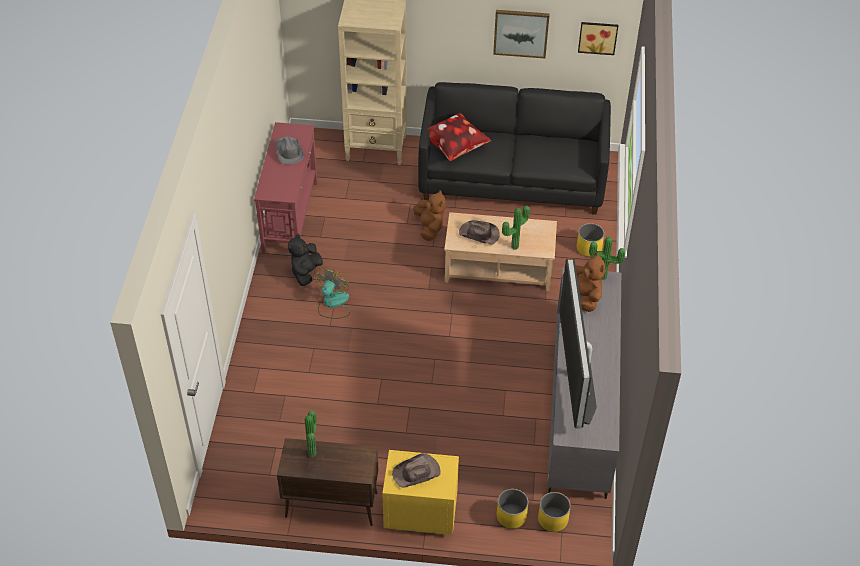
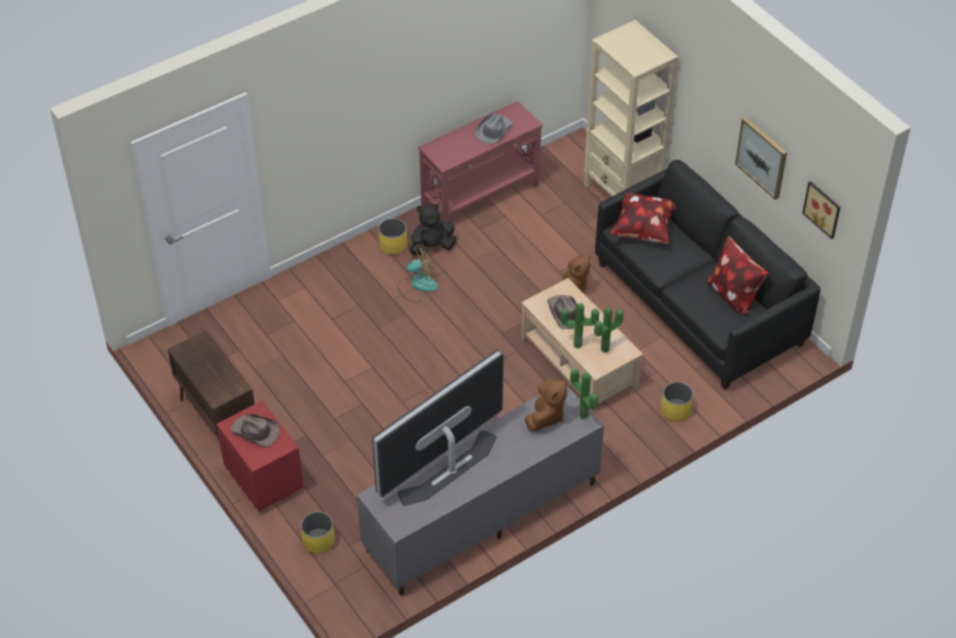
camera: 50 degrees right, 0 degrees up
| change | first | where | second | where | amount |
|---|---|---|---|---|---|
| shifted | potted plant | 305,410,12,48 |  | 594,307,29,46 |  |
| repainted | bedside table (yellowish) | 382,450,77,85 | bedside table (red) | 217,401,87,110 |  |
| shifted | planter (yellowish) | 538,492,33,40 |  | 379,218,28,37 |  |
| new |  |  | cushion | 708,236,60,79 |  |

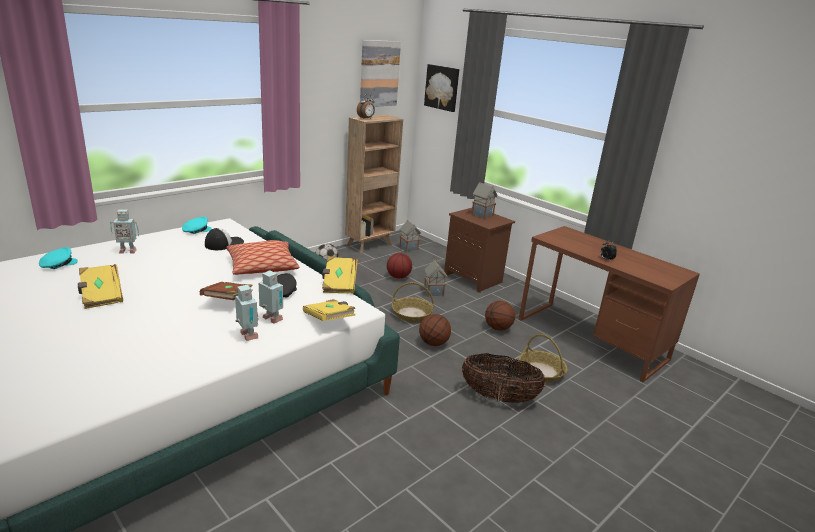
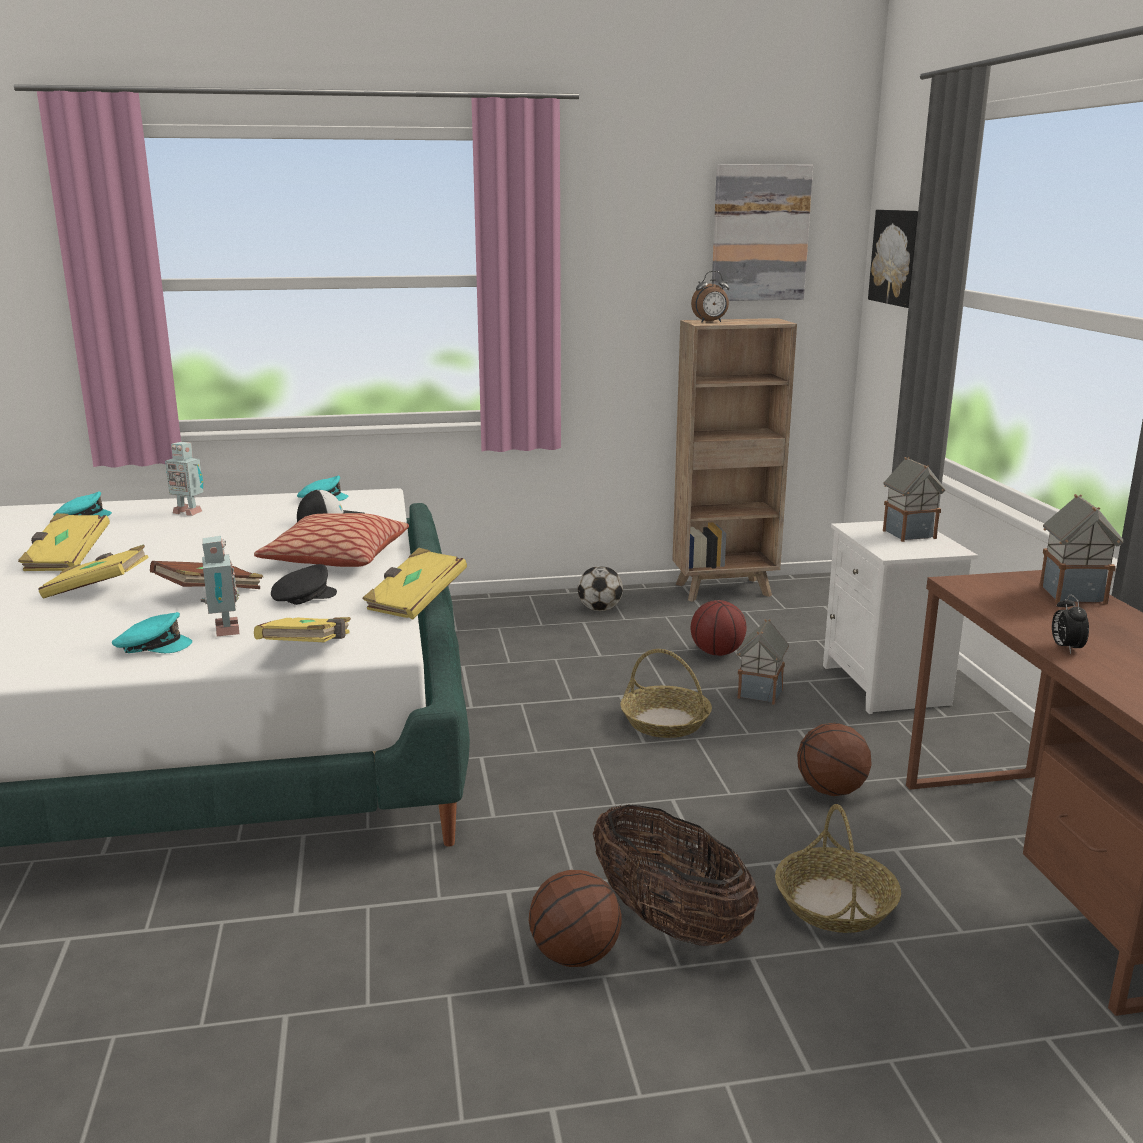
camera: 35 degrees right, 5 degrees down
| change | first | where | second | where | amount |
|---|---|---|---|---|---|
| repainted | bedside table (brown-coloured) | 444,208,71,85 | bedside table (whitish) | 823,521,155,193 |  |
| shifted | model house | 399,220,22,32 |  | 1039,494,84,110 |  |
| swapped | model robot | 235,284,24,57 | peaked cap (blue-green) | 112,612,80,41 |  |
| shifted | ball for basketball | 419,314,32,32 |  | 529,870,93,97 |  |
| new |  |  | volume (yellowish) | 38,545,111,54 |  |

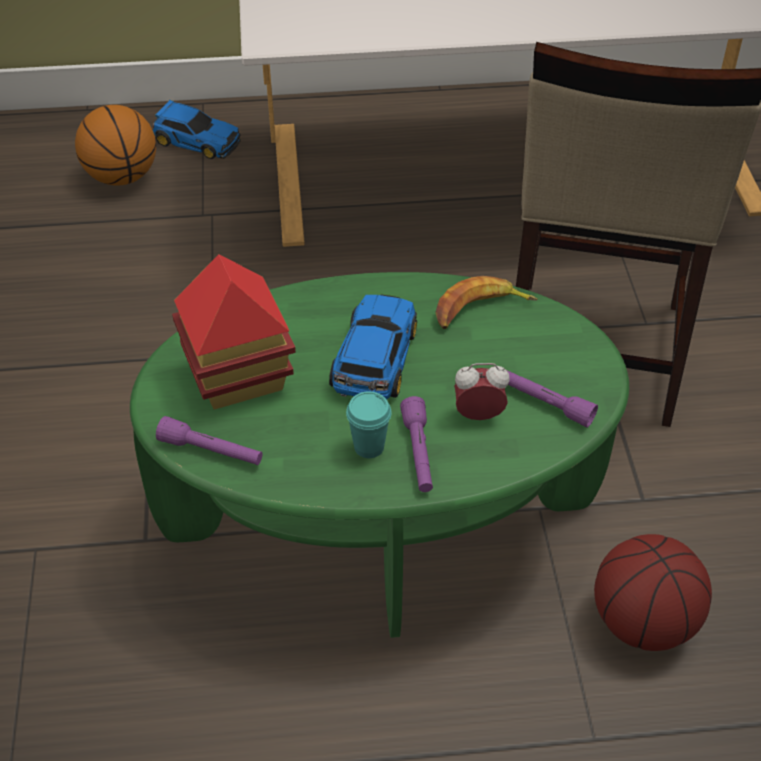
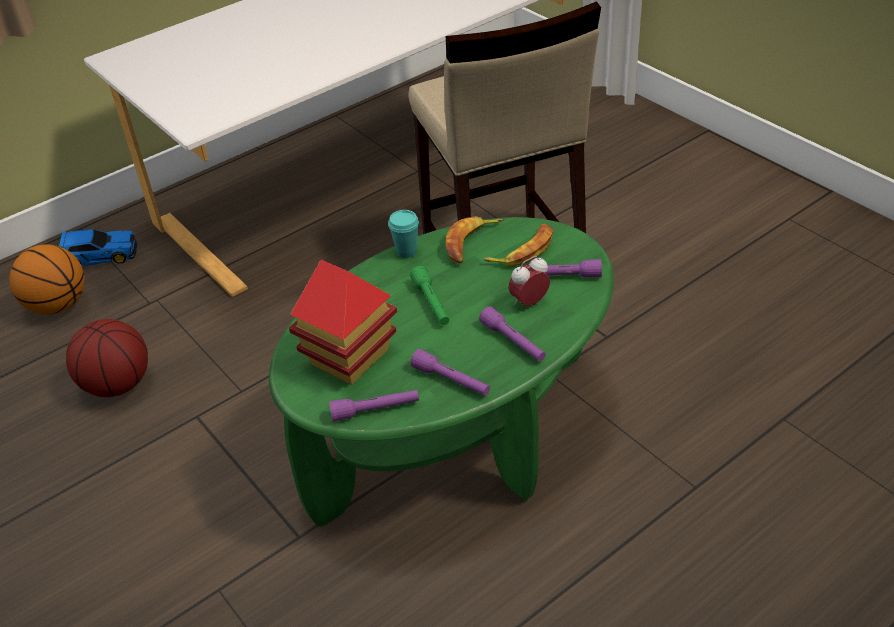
camera: 30 degrees left, 5 degrees down
| change | first | where | second | where | amount |
|---|---|---|---|---|---|
| swapped | toy car | 329,294,88,105 | hand torch (greenish) | 410,266,39,59 |  |
| shifted | drinking cup (blue-green) | 346,391,46,67 |  | 388,210,31,48 |  |
| shifted | ball for basketball | 594,534,118,117 |  | 66,319,82,78 |  |
| new |  |  | banana fruit | 483,224,70,42 |  |
| new |  |  | hand torch (purple-coloured) | 411,349,79,47 |  |

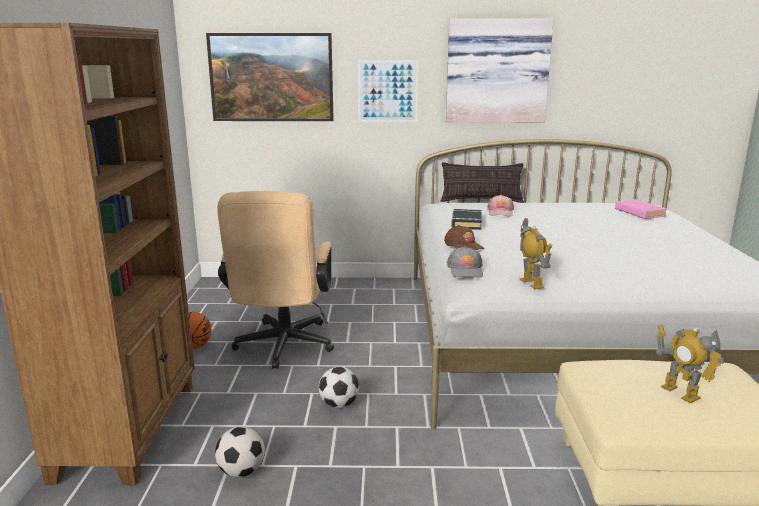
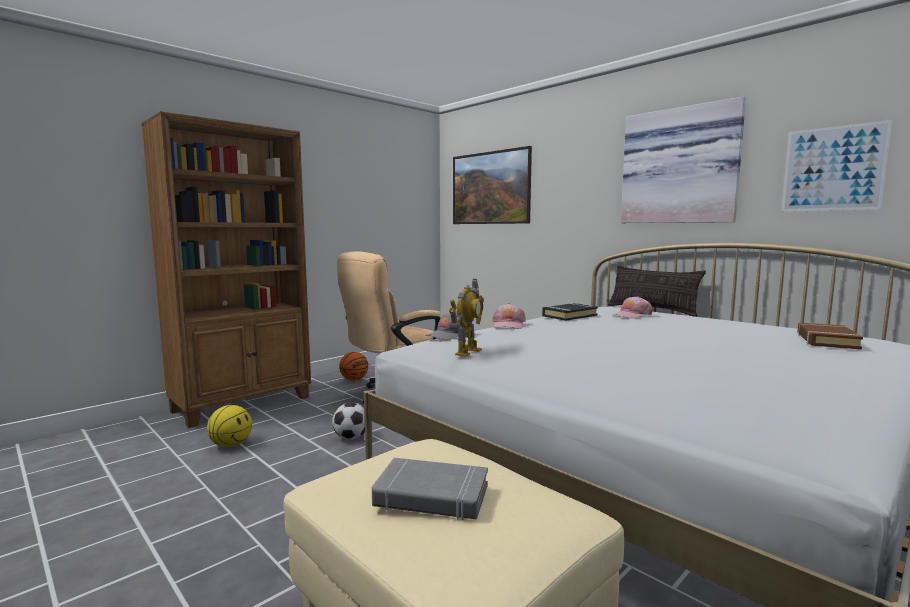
camera: 45 degrees right, 10 degrees down
| change | first | where | second | where | amount |
|---|---|---|---|---|---|
| shifted | picture | 358,60,60,62 |  | 781,120,112,92 |  |
| repainted | volume (pink-coloured) | 615,199,52,20 | volume (brown-coloured) | 797,323,66,27 |  |
| repainted | peaked cap (brown-coloured) | 444,225,40,25 | peaked cap (pink-coloured) | 492,303,34,26 |  |
| swapped | model robot | 656,325,68,78 | volume (greyish) | 372,458,116,62 |  |
| swapped | ball for football | 215,426,50,51 | ball for basketball | 207,405,45,42 |  |

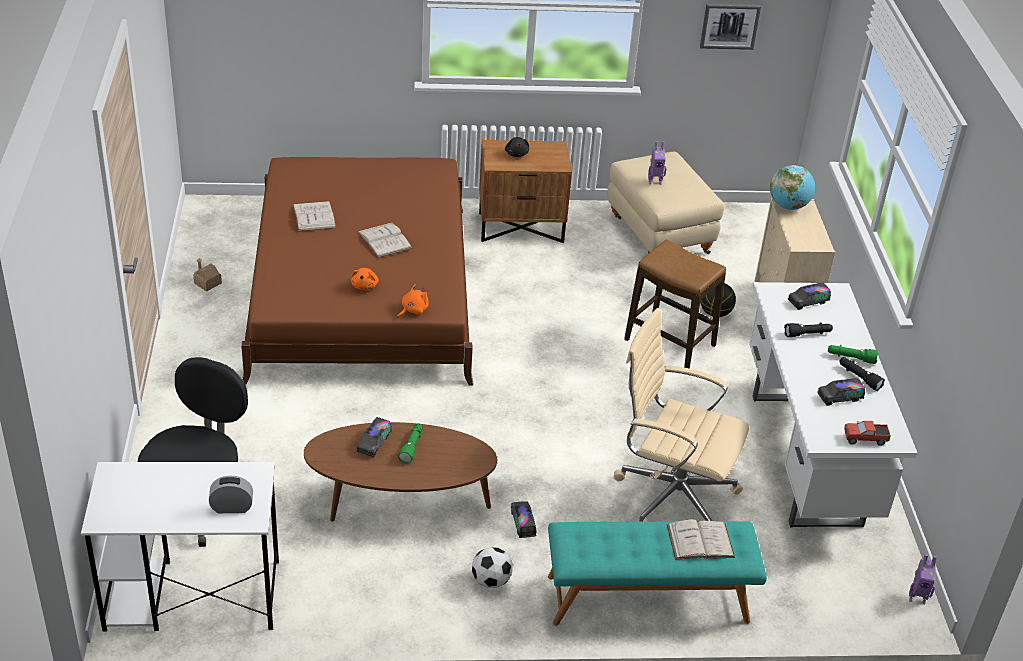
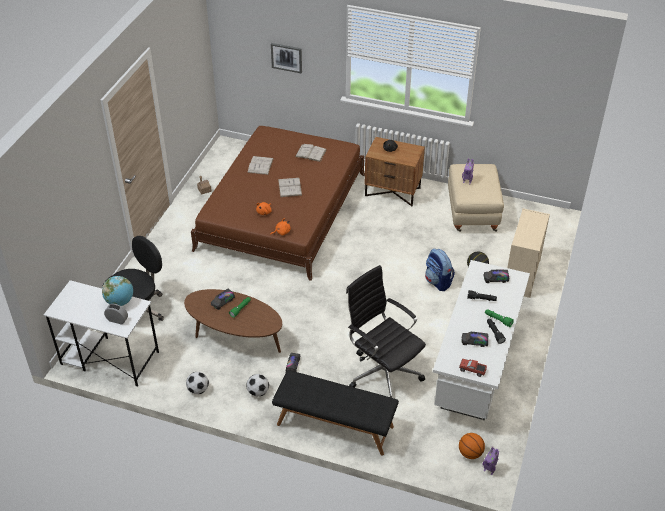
camera: 25 degrees right, 5 degrees up
| change | first | where | second | where | amount |
|---|---|---|---|---|---|
| shifted | picture | 700,4,61,46 |  | 271,43,31,30 |  |
| shifted | globe | 770,165,45,45 |  | 102,276,31,30 |  |
| swapped | stool | 624,240,102,129 | backpack | 425,248,30,43 |  |
| repainted | desk chair (sand-coloured) | 614,308,135,214 | desk chair (blackish) | 346,265,80,133 |  |
| shifted | volume (whitish) | 667,519,68,41 |  | 295,144,32,18 |  |
| repainted | long seat (blue-green) | 548,521,219,105 | long seat (blackish) | 272,370,127,85 |  |
| new |  |  | ball for football | 186,372,23,22 |  |
| new |  |  | ball for basketball | 459,433,26,26 |  |

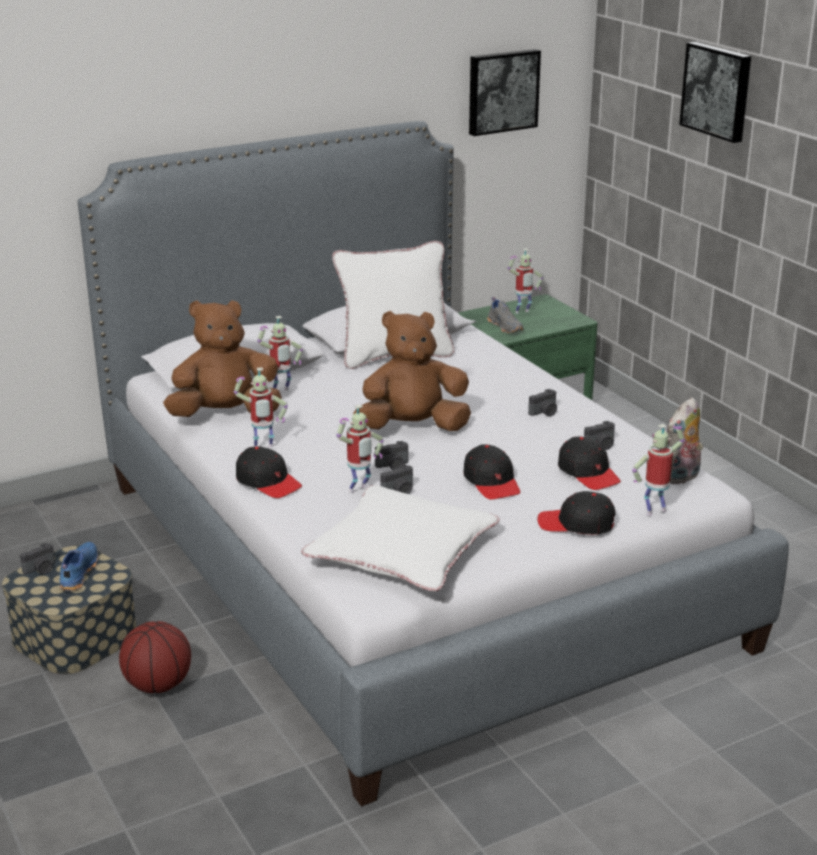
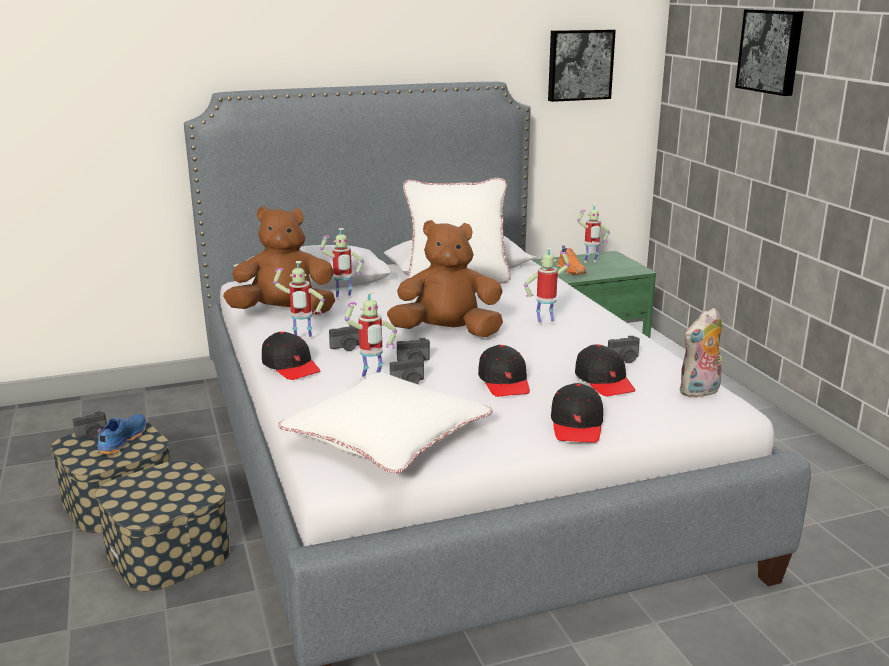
camera: 10 degrees right, 5 degrees down
| change | first | where | second | where | amount |
|---|---|---|---|---|---|
| repainted | low shoe (greyish) | 487,297,36,36 | low shoe (orange-coloured) | 557,245,29,30 |  |
| shifted | photo camera | 528,389,29,28 |  | 329,325,30,26 |  |
| shifted | model robot | 632,424,52,92 |  | 524,248,46,78 |  |
| rotated | peaked cap (blackish) | 537,491,78,44 |  | 551,383,52,60 | 105 degrees counterclockwise |
| swapped | ball for basketball | 119,621,72,72 | storage box | 95,460,135,132 |  |

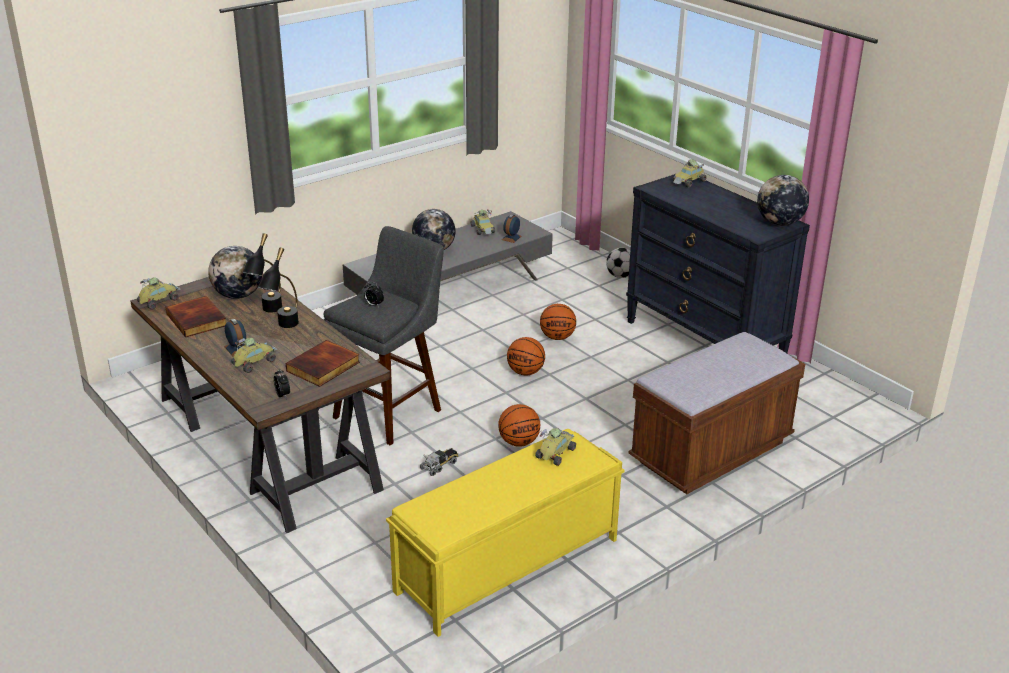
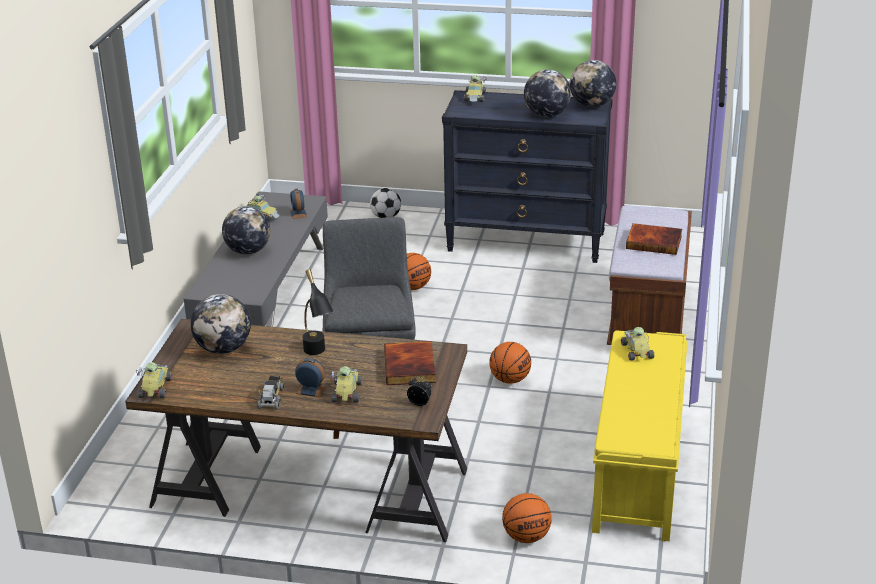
camera: 40 degrees left, 0 degrees up
| change | first | where | second | where | amount |
|---|---|---|---|---|---|
| gone | lamp for a table (blackish) | 242,233,40,80 |  |  |  |
| gone | table clock | 364,281,20,26 |  |  |  |
| shifted | volume | 166,296,60,42 |  | 626,223,56,32 |  |
| shifted | ball for basketball | 507,337,38,38 |  | 502,493,50,50 |  |
| shifted | toy truck | 420,449,38,27 |  | 257,376,27,34 |  |
| new |  |  | globe | 524,69,47,48 |  |

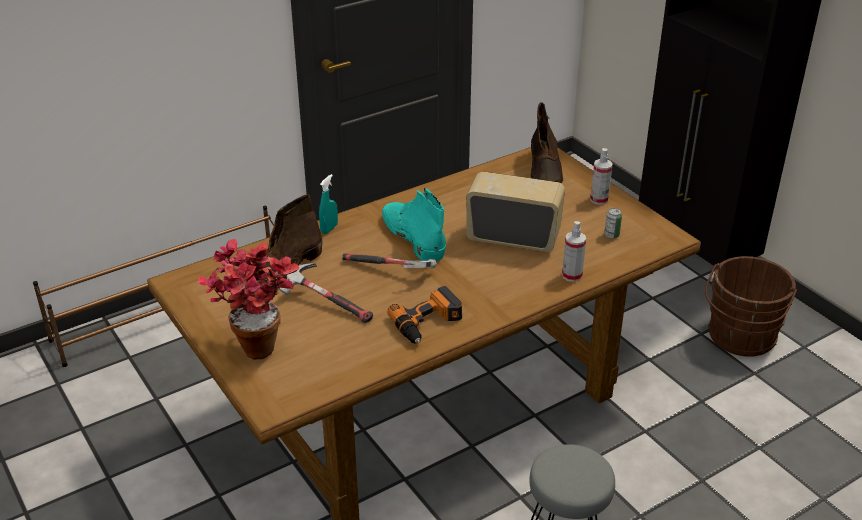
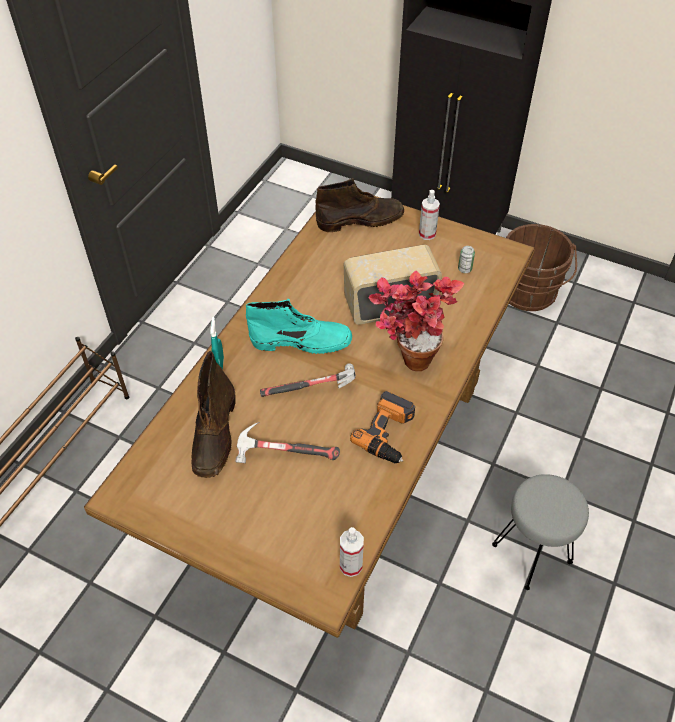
camera: 30 degrees left, 15 degrees up
| change | first | where | second | where | amount |
|---|---|---|---|---|---|
| rotated | boot (brown-coloured) | 531,102,32,82 |  | 315,178,89,54 | 75 degrees counterclockwise |
| rotated | boot (blue-green) | 382,188,64,74 |  | 246,299,106,55 | 150 degrees clockwise |
| shifted | hand sprayer | 562,221,24,61 |  | 340,527,24,50 |  |
| shifted | potted plant | 198,239,101,120 |  | 368,270,96,101 |  |

